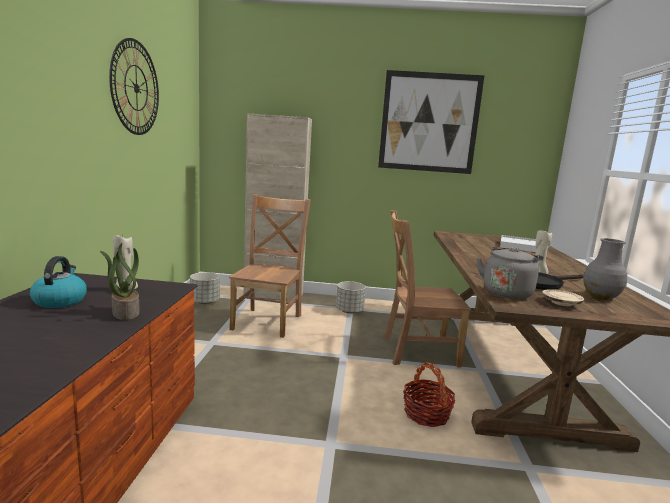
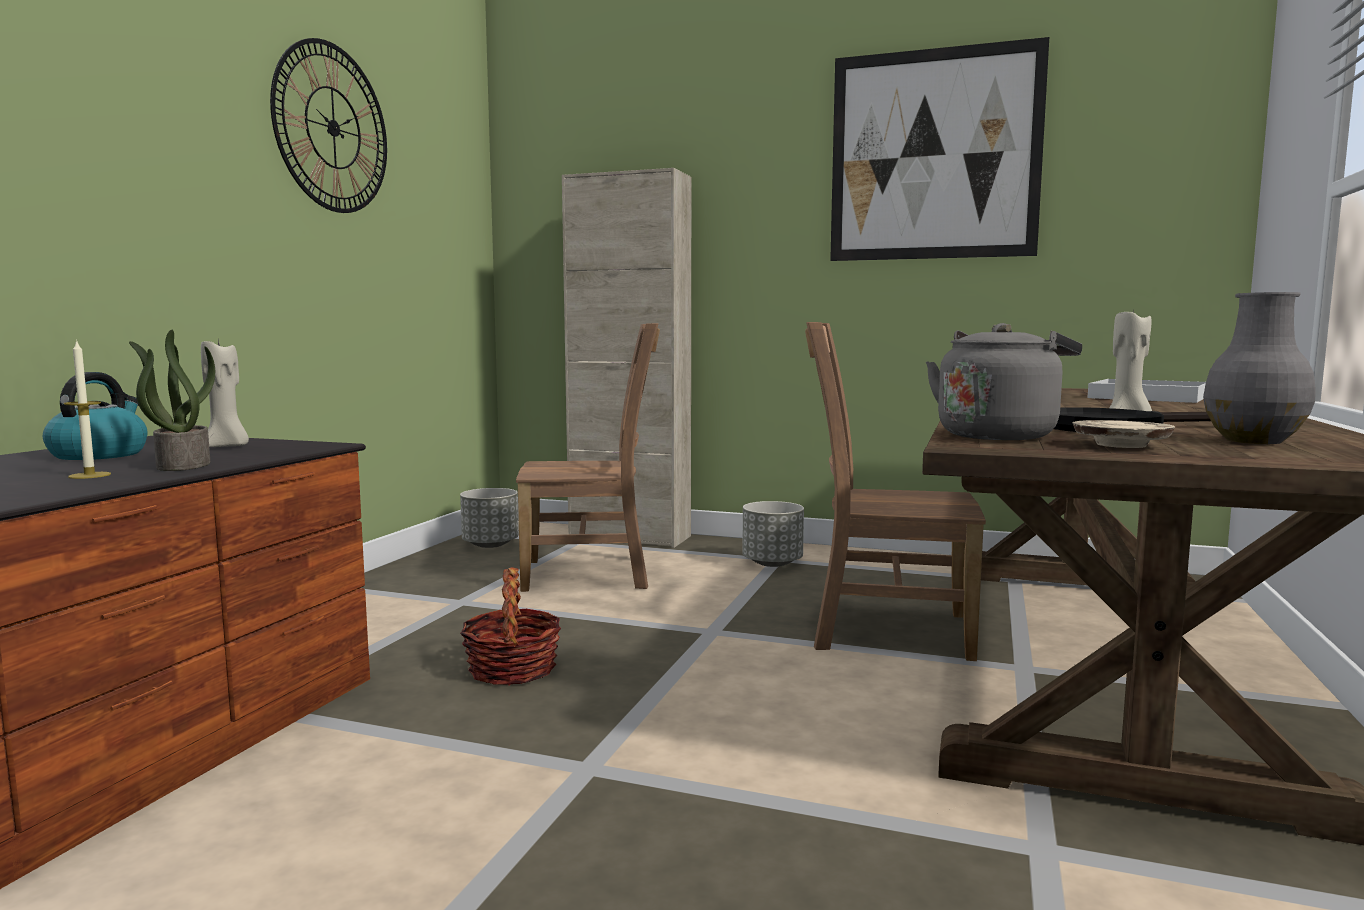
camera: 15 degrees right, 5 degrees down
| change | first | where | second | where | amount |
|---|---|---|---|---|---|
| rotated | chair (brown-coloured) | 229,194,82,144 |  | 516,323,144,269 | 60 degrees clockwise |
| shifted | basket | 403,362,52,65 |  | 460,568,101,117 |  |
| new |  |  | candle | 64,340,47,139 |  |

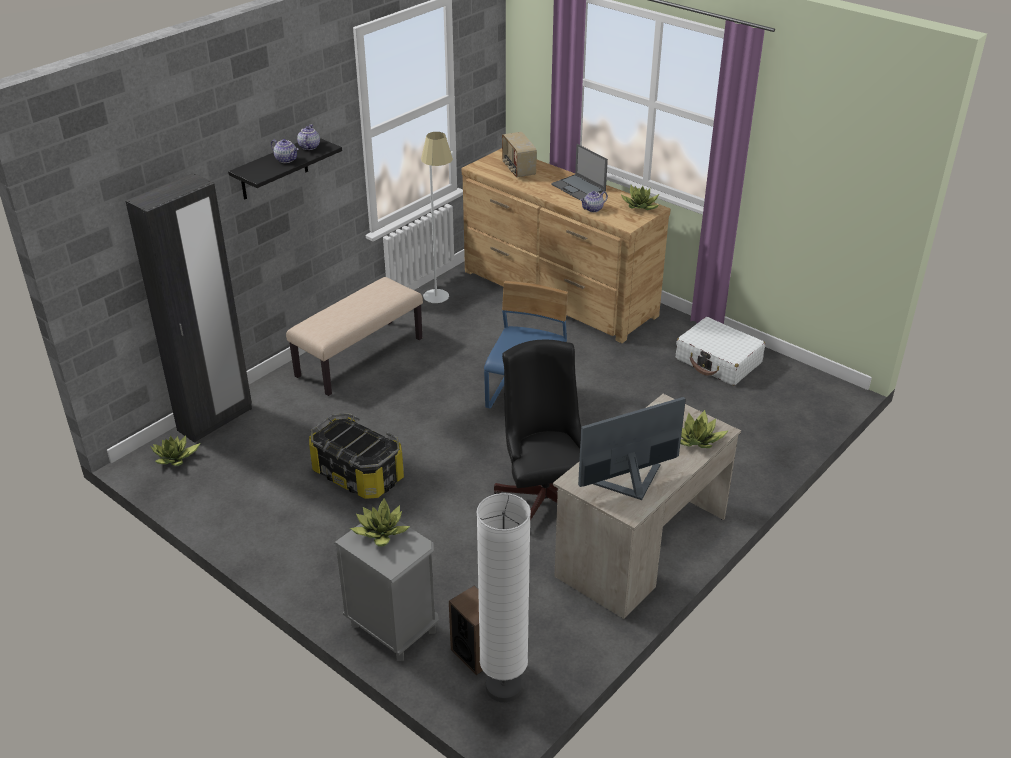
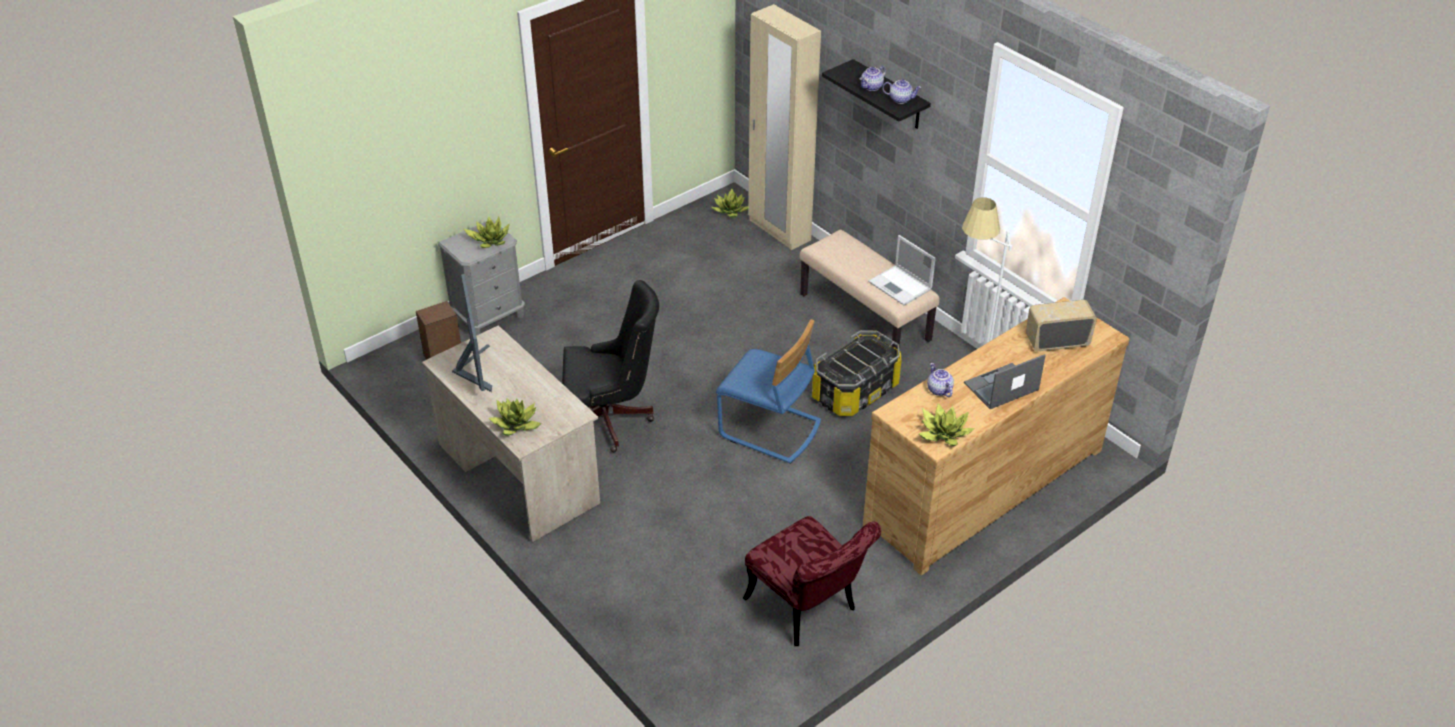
camera: 100 degrees right, 5 degrees up
| change | first | where | second | where | amount |
|---|---|---|---|---|---|
| repainted | clothes cupboard (blackish) | 126,173,126,270 | clothes cupboard (sand-coloured) | 748,4,73,246 |  |
| swapped | suitcase (whitish) | 676,317,89,69 | chair (red) | 743,516,138,130 |  |
| shifted | storage box | 309,413,95,86 |  | 812,330,89,86 |  |
| gone | standard lamp (whitish) | 476,493,55,209 |  |  |  |
| new |  |  | laptop | 868,235,68,70 |  |

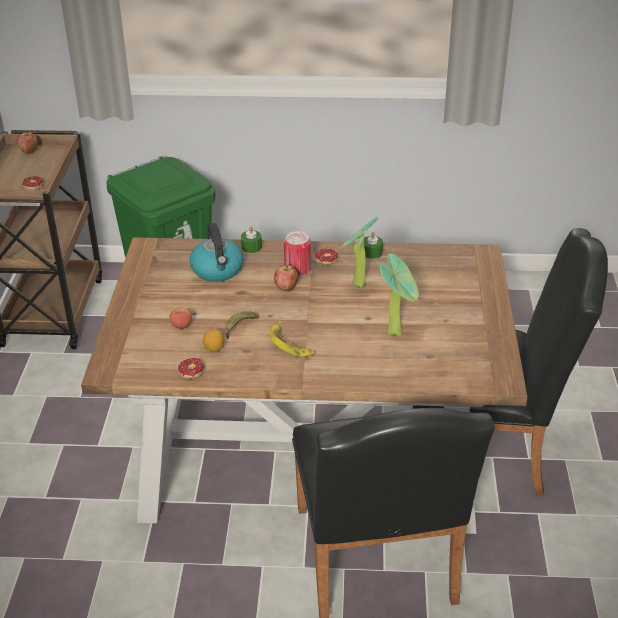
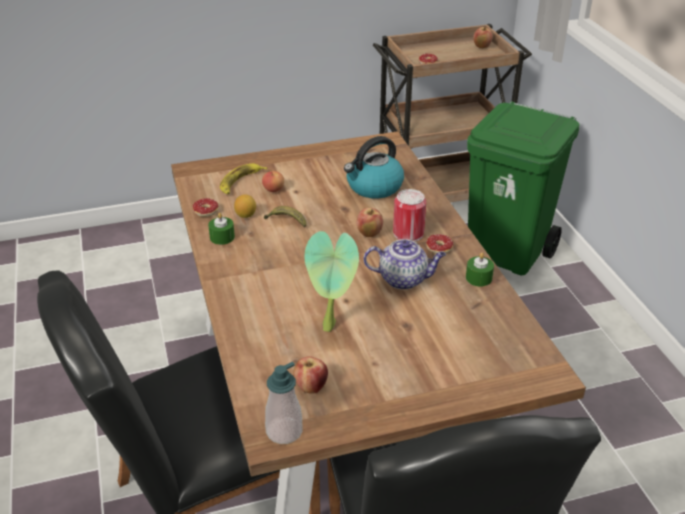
camera: 70 degrees right, 0 degrees up
| change | first | where | second | where | amount |
|---|---|---|---|---|---|
| swapped | potted plant | 339,217,39,71 | pot for tea | 364,239,82,51 |  |
| shifted | candle (greenish) | 241,226,21,27 |  | 208,213,27,32 |  |
| shifted | banana fruit | 270,321,45,37 |  | 220,163,47,31 |  |
| new |  |  | apple fruit | 293,356,35,37 |  |
| new |  |  | soap dispenser | 265,362,38,82 |  |

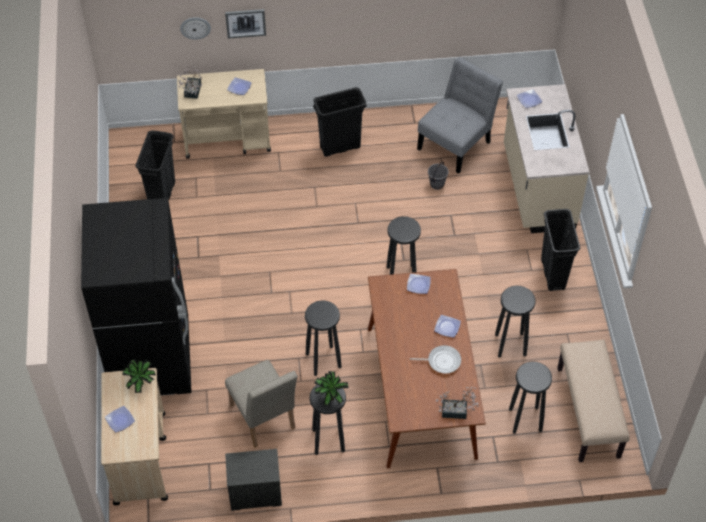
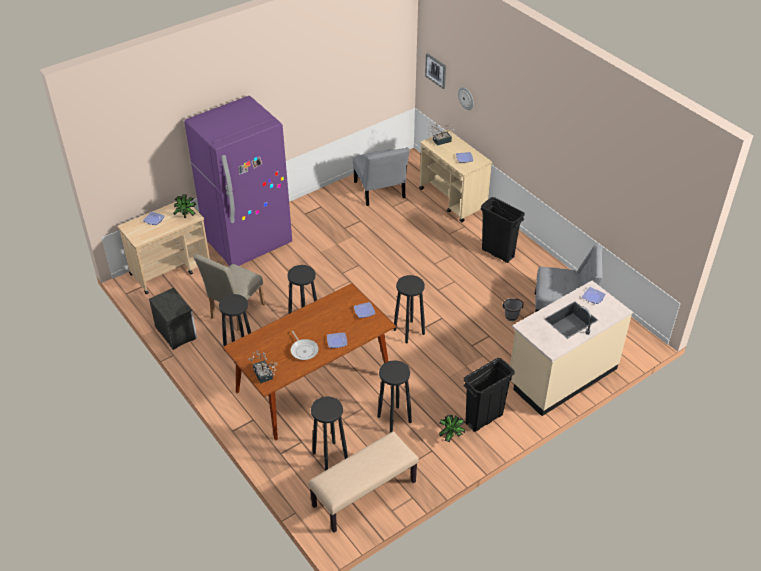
camera: 60 degrees right, 10 degrees down
| change | first | where | second | where | amount |
|---|---|---|---|---|---|
| shifted | picture | 225,9,41,29 |  | 425,53,21,36 |  |
| swapped | rubbish bin (blackish) | 135,130,40,70 | chair (greyish) | 353,147,57,59 |  |
| repainted | refrigerator (blackish) | 81,198,110,198 | refrigerator (purple-coloured) | 184,96,108,170 |  |
| shifted | potted plant | 314,371,35,35 |  | 439,415,26,27 |  |

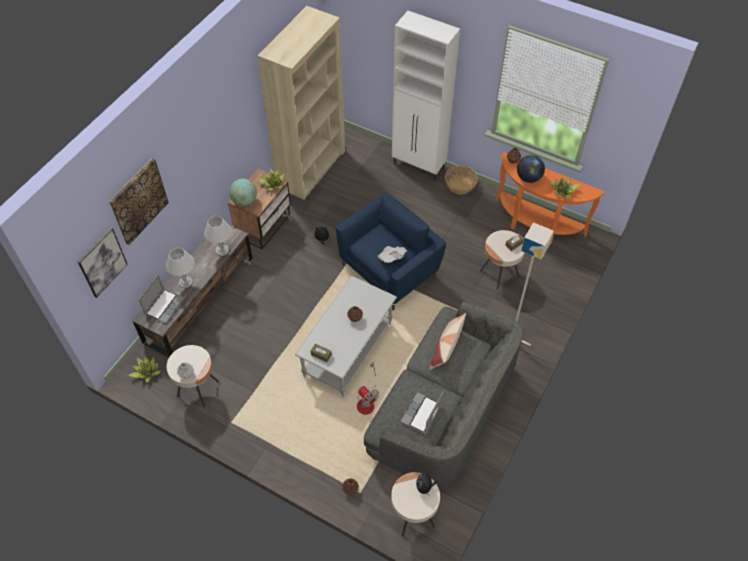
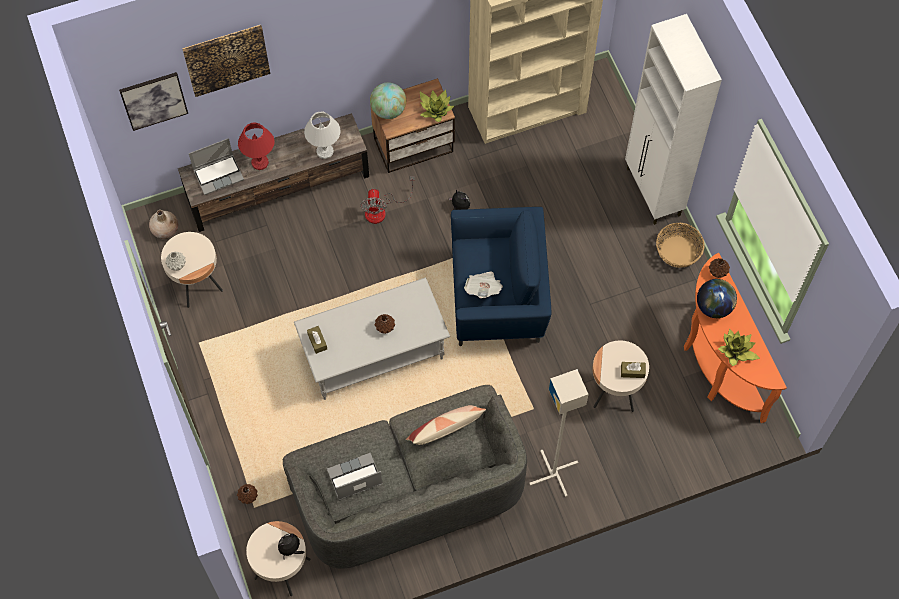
camera: 40 degrees right, 10 degrees up
| change | first | where | second | where | amount |
|---|---|---|---|---|---|
| repainted | lamp for a table (whitish) | 166,248,29,40 | lamp for a table (red) | 238,122,36,48 |  |
| swapped | potted plant | 128,356,32,26 | decorative vase (sand-coloured) | 149,210,29,29 |  |
| shifted | cooling fan | 357,362,22,53 |  | 360,176,55,48 |  |

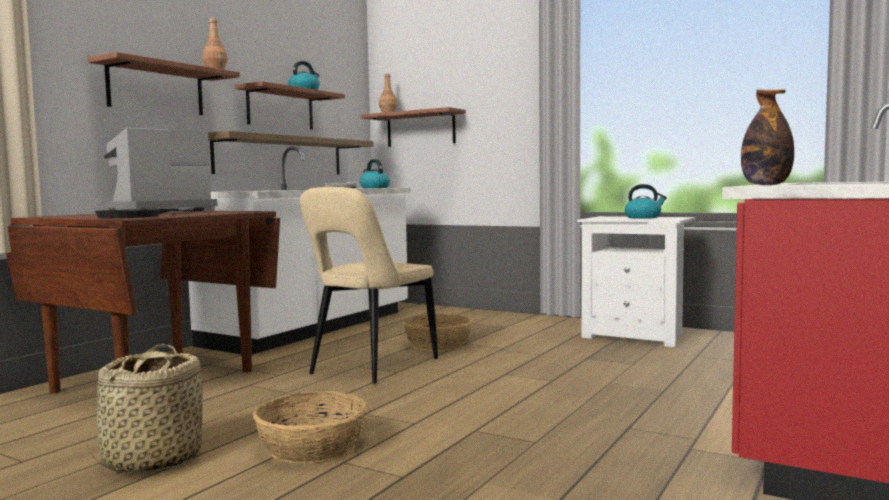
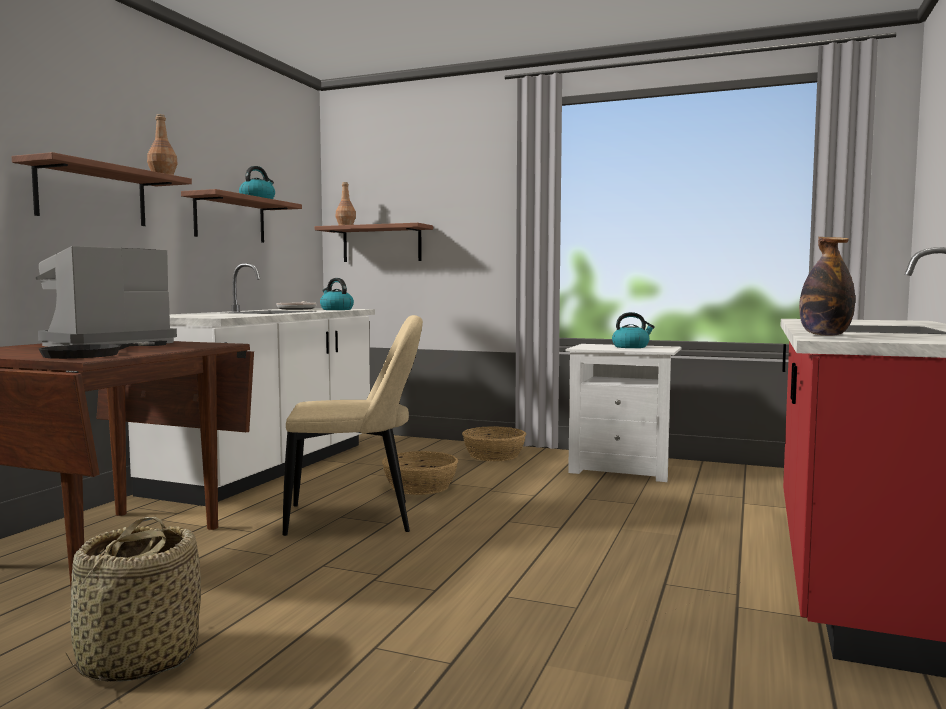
camera: 10 degrees left, 0 degrees up
| change | first | where | second | where | amount |
|---|---|---|---|---|---|
| gone | wall shelf | 208,131,166,43 |  |  |  |
| rotated | chair (sand-coloured) | 300,187,138,197 |  | 283,315,140,221 | 120 degrees counterclockwise |
| shifted | basket | 253,391,115,73 |  | 462,426,64,35 |  |

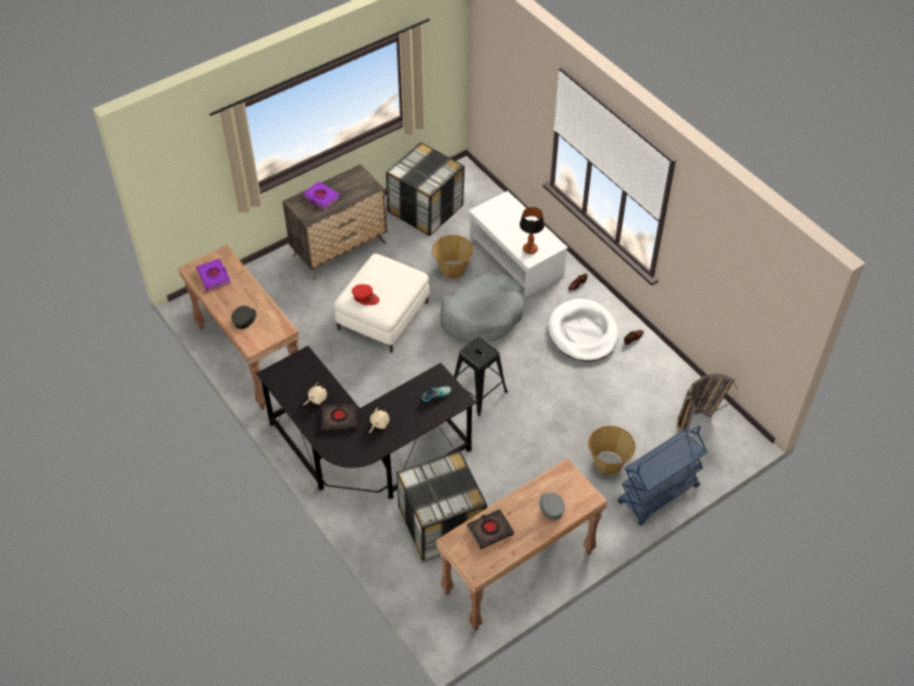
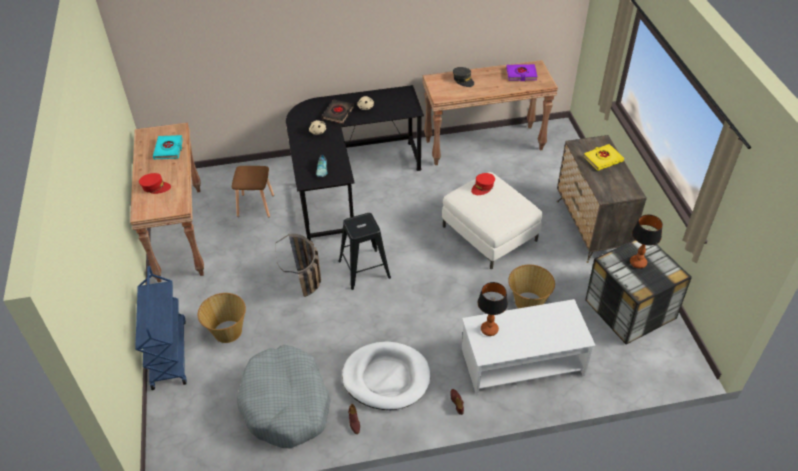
camera: 115 degrees right, 5 degrees down
| change | first | where | second | where | amount |
|---|---|---|---|---|---|
| repainted | volume (purple-coloured) | 303,181,38,29 | volume (yellowish) | 583,144,41,27 |  |
| shifted | dog cushion (greyish) | 440,272,84,71 |  | 237,345,94,103 |  |
| shifted | basket | 677,374,61,58 |  | 275,234,46,63 |  |
| swapped | storage box | 397,450,90,111 | stool (brown-coloured) | 232,166,42,52 |  |
| repainted | peaked cap (greyish) | 539,492,26,28 | peaked cap (red) | 139,173,32,21 |  |
| repainted | volume (blackish) | 467,509,47,40 | volume (blue-green) | 153,135,30,24 |  |
| new |  |  | lamp for a table | 630,214,33,55 |  |

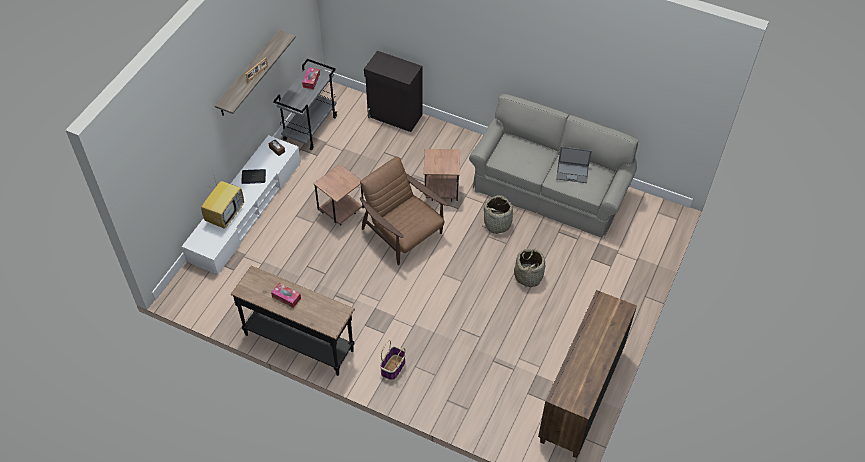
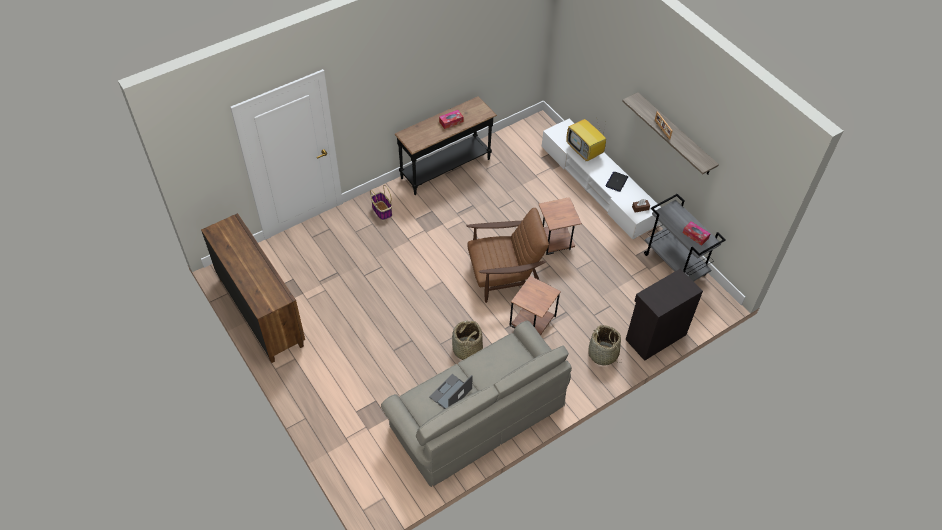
camera: 120 degrees right, 0 degrees up
| change | first | where | second | where | amount |
|---|---|---|---|---|---|
| shifted | basket | 514,248,31,40 |  | 588,325,33,41 |  |

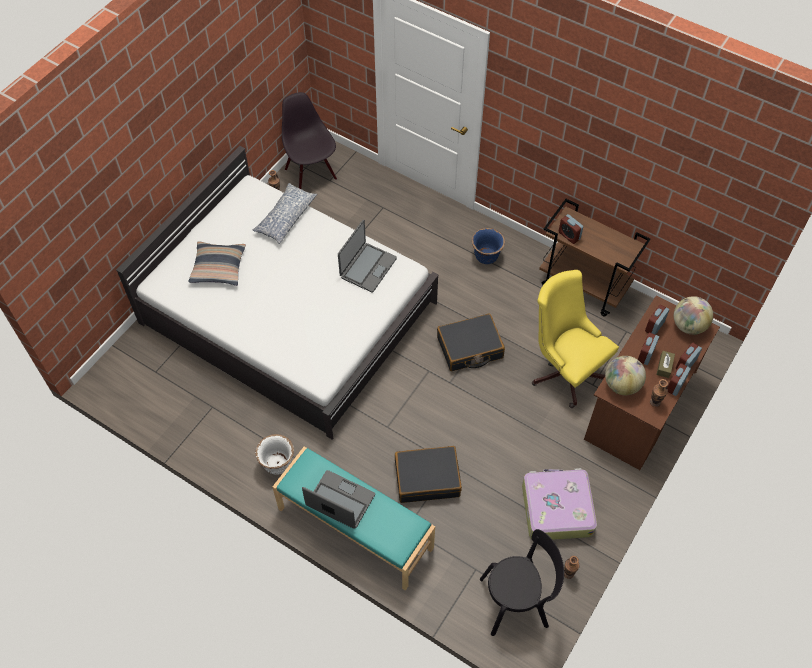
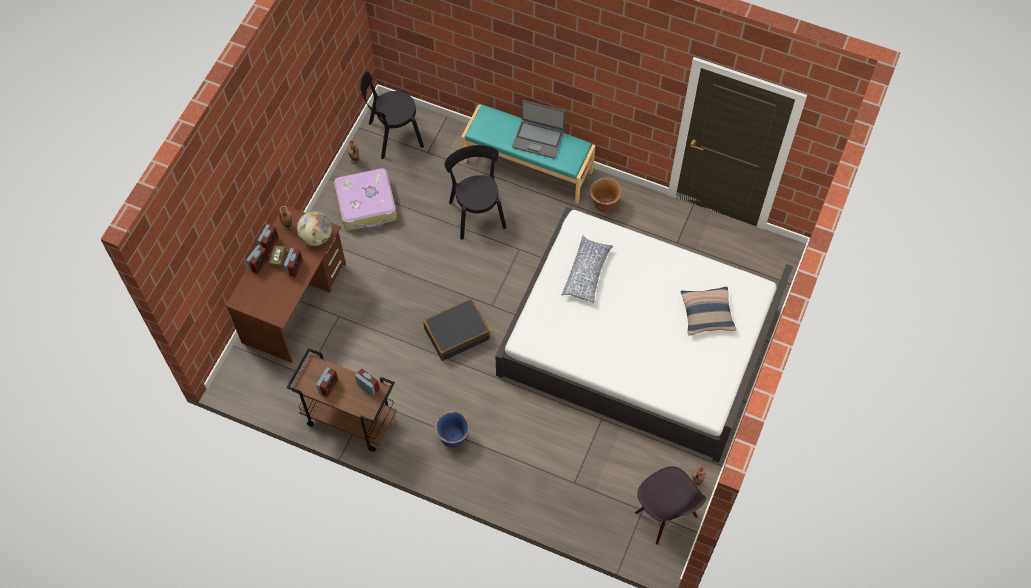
camera: 170 degrees right, 5 degrees up
| change | first | where | second | where | amount |
|---|---|---|---|---|---|
| shifted | cushion | 253,183,64,61 |  | 562,236,51,68 |  |
| gone | laptop | 338,220,59,73 |  |  |  |
| gone | desk chair (yellowish) | 532,270,87,138 |  |  |  |
| gone | globe | 674,296,39,39 |  |  |  |
| shifted | table clock | 645,304,24,31 |  | 316,367,22,30 |  |
| repainted | planter (whitish) | 256,434,38,41 | planter (brown-coloured) | 590,177,32,35 |  |
| swapped | suitcase (blackish) | 395,446,67,57 | chair (blackish) | 444,145,62,95 |  |

